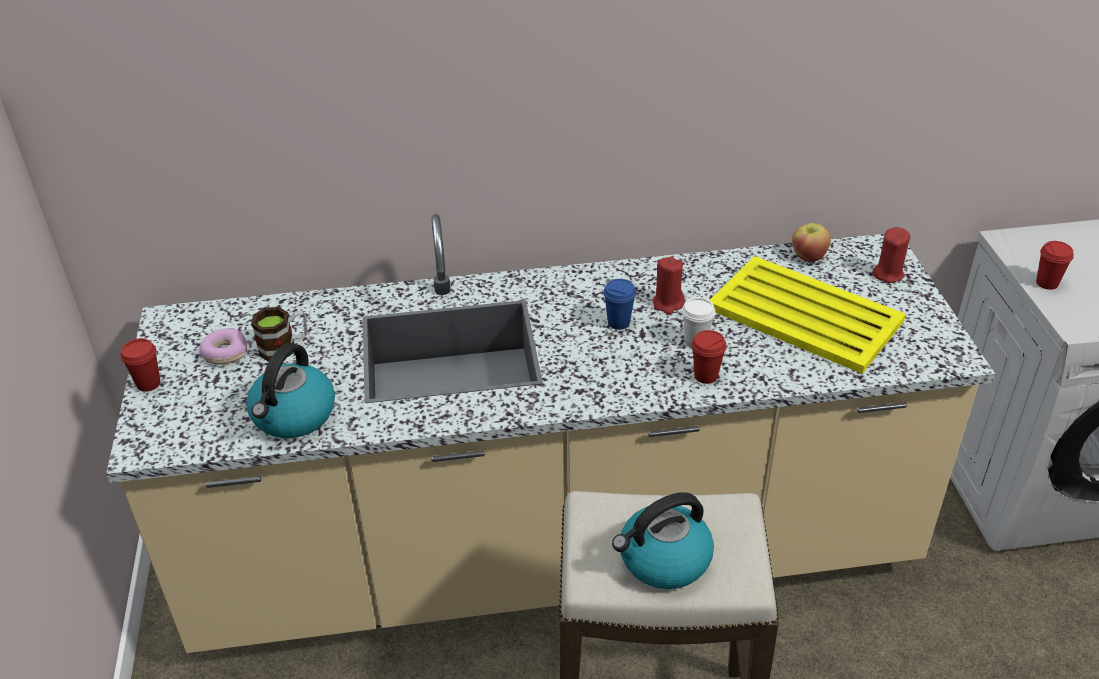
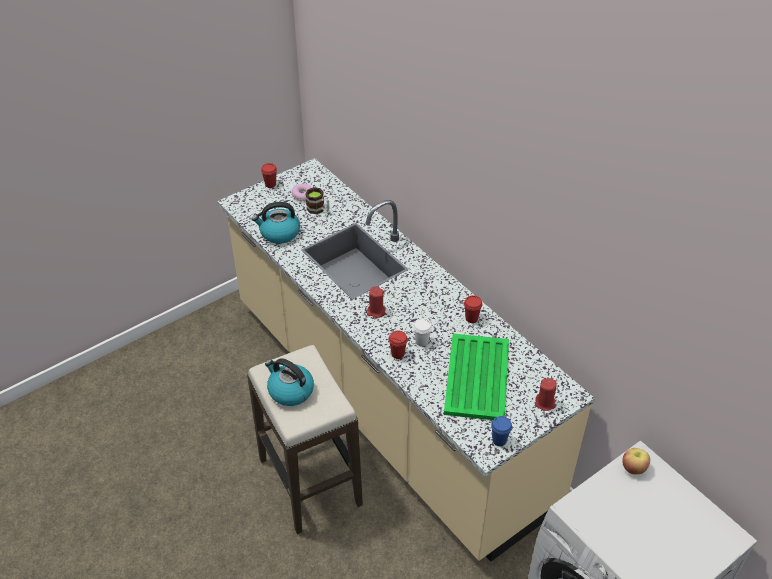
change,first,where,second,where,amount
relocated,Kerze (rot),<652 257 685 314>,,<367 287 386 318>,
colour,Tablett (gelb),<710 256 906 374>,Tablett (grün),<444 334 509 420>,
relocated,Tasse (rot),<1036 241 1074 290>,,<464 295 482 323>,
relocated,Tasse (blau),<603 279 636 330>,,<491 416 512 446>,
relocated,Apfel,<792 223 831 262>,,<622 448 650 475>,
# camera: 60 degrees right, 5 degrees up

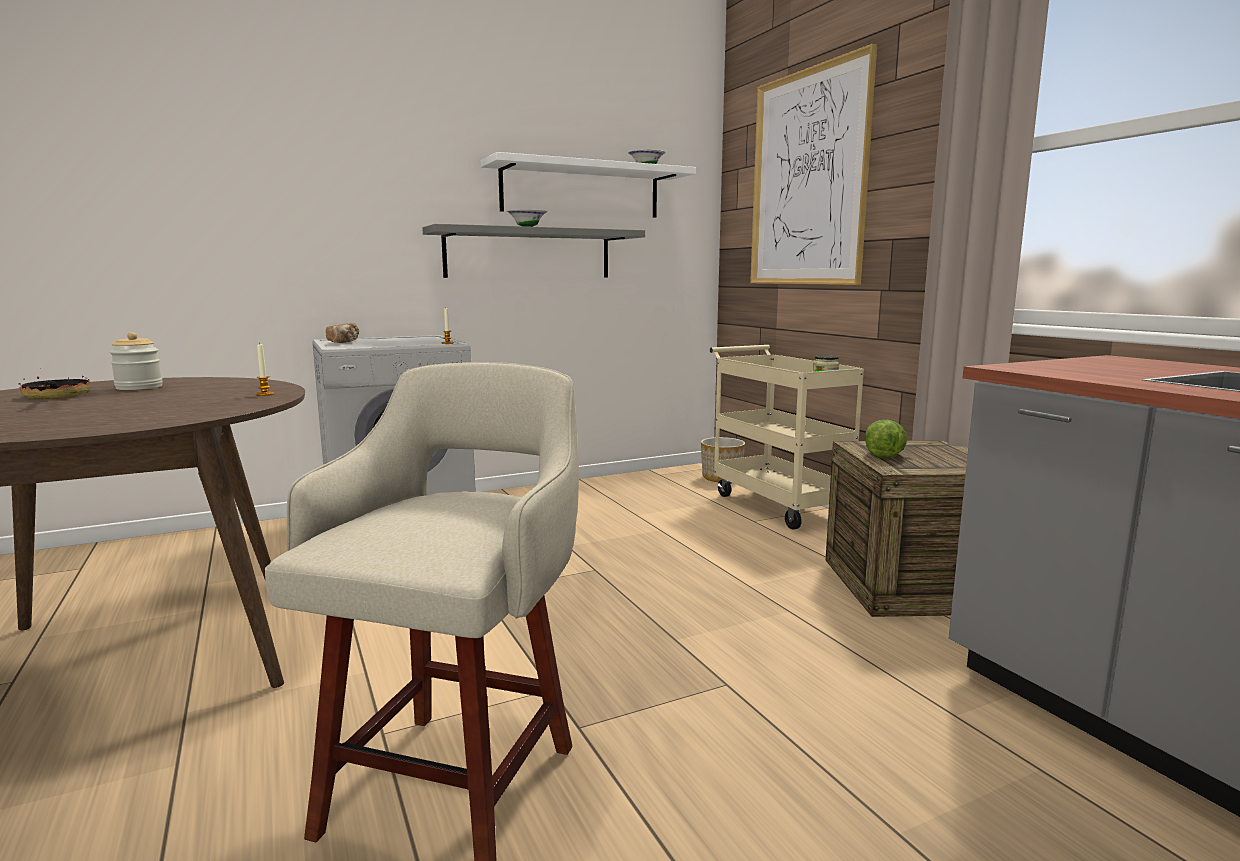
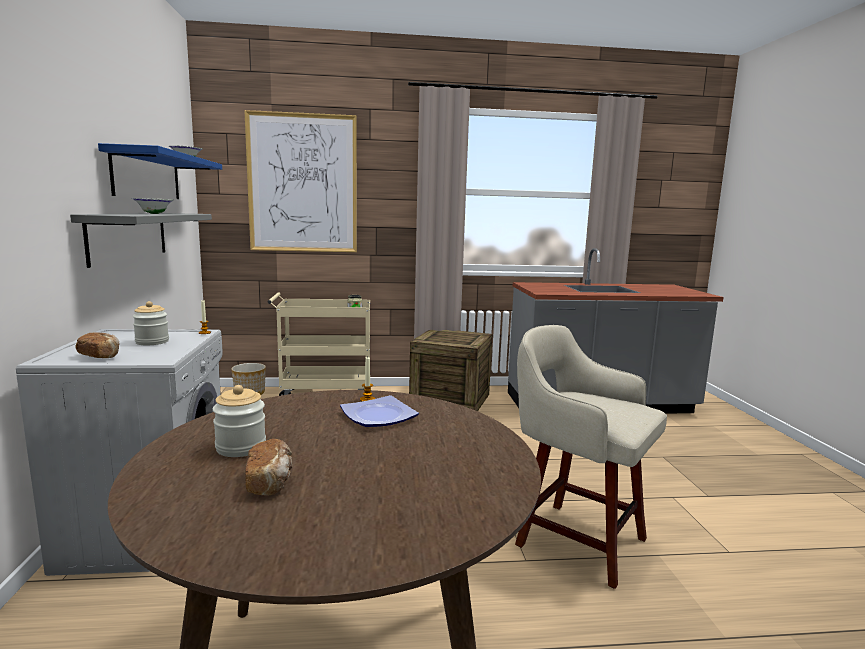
change,first,where,second,where,amount
colour,Wandregal (weiß),<481 152 696 218>,Wandregal (blau),<98 143 222 199>,
appeared,,,Vorratsglas,<133 301 169 345>,
exchanged,Pfanne,<19 368 90 399>,Brot,<245 439 293 496>,
appeared,,,Teller,<340 395 419 427>,
missing,Salatkopf,<865 420 907 458>,,,
# camera: 70 degrees left, 0 degrees up

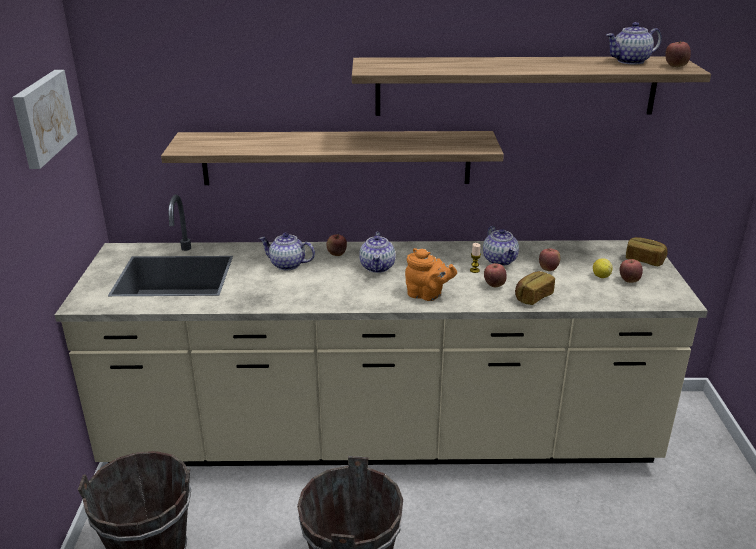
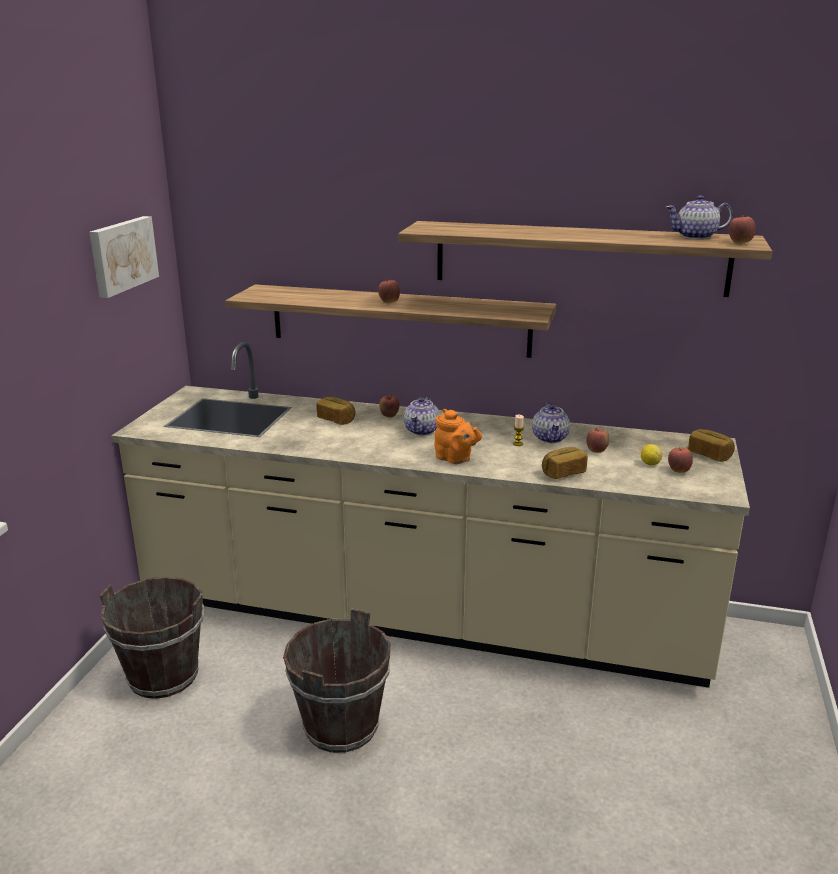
change,first,where,second,where,amount
exchanged,Teekanne,<259 233 315 270>,Brot,<316 397 356 425>,
relocated,Apfel,<484 263 507 287>,,<378 279 400 303>,
# camera: 15 degrees right, 5 degrees down

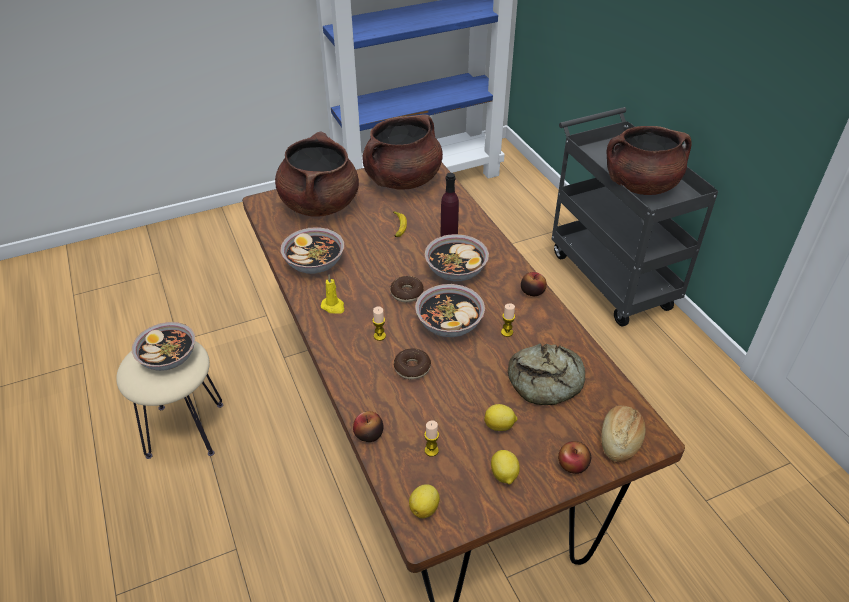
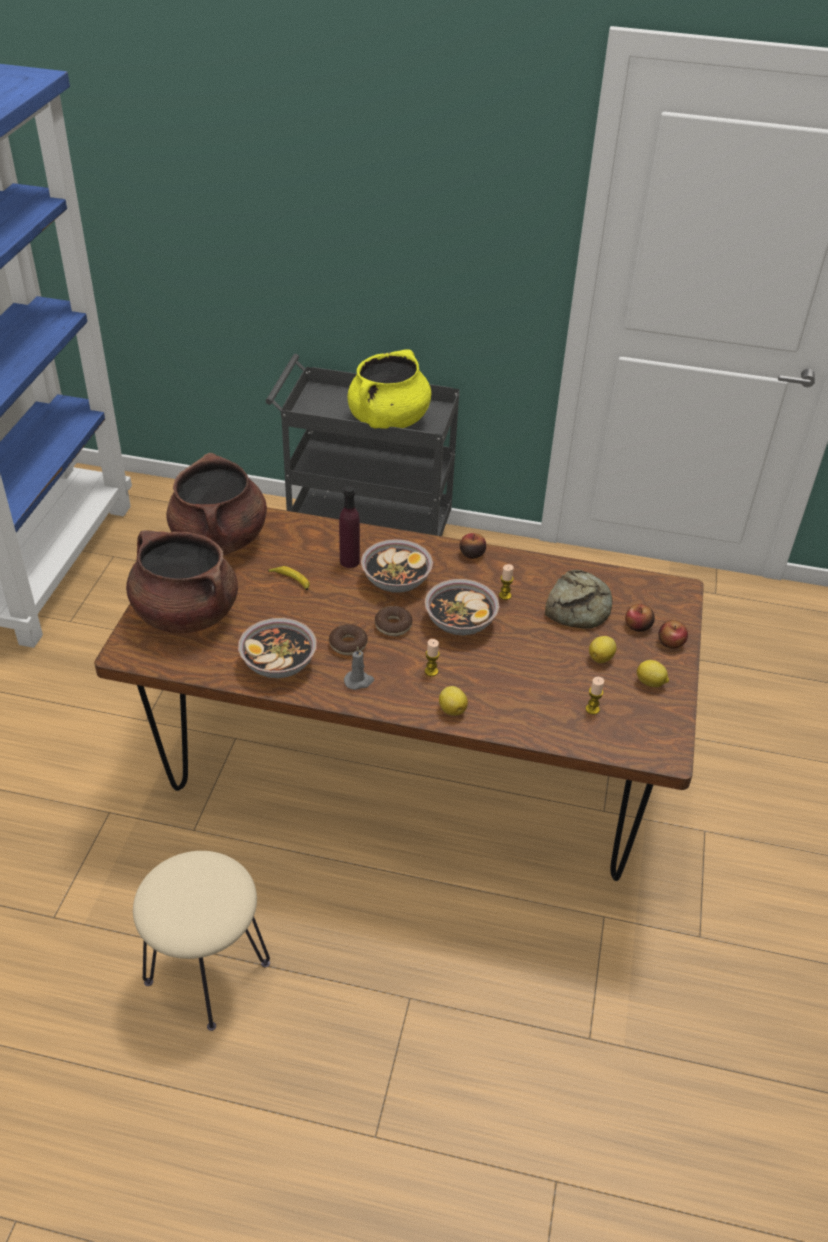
change,first,where,second,where,amount
relocated,Donut,<394 348 431 379>,,<329 624 368 655>,
colour,Kerze (gelb),<321 275 344 314>,Kerze (grau),<344 646 374 690>,
colour,Kochtopf (braun),<606 126 692 195>,Kochtopf (gelb),<348 349 431 429>,
relocated,Zitrone,<409 484 440 518>,,<439 686 468 716>,
relocated,Apfel,<353 411 383 442>,,<625 604 655 632>,
missing,Schüssel,<132 322 195 371>,,,
missing,Brot,<601 405 646 462>,,,
# camera: 55 degrees left, 0 degrees up

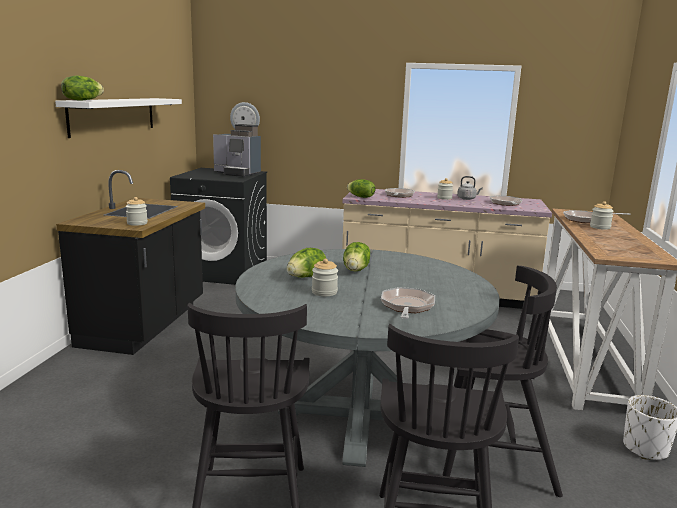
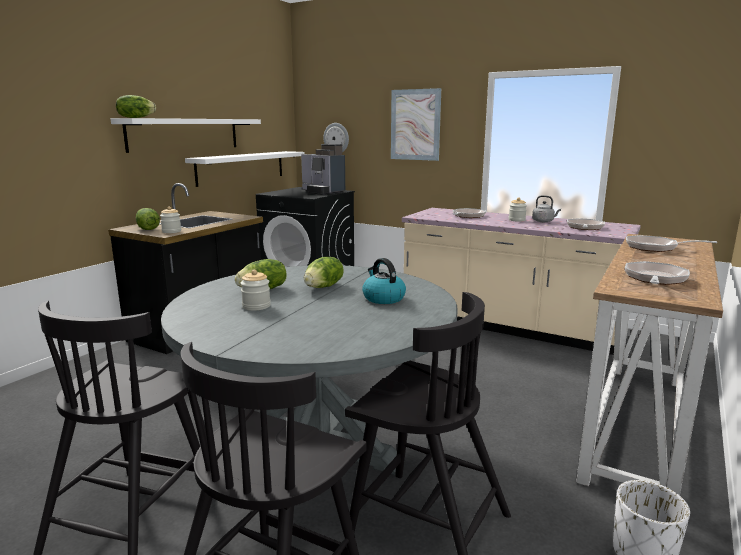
change,first,where,second,where,amount
relocated,Salatkopf,<347 179 375 198>,,<136 208 160 230>,
appeared,,,Wandregal (weiß),<185 151 304 187>,
appeared,,,Wasserkessel,<362 258 406 304>,
appeared,,,Bild,<391 88 441 161>,
relocated,Pfanne,<381 287 435 319>,,<625 261 690 285>,
missing,Vorratsglas,<590 201 614 230>,,,
# camera: 20 degrees right, 0 degrees up

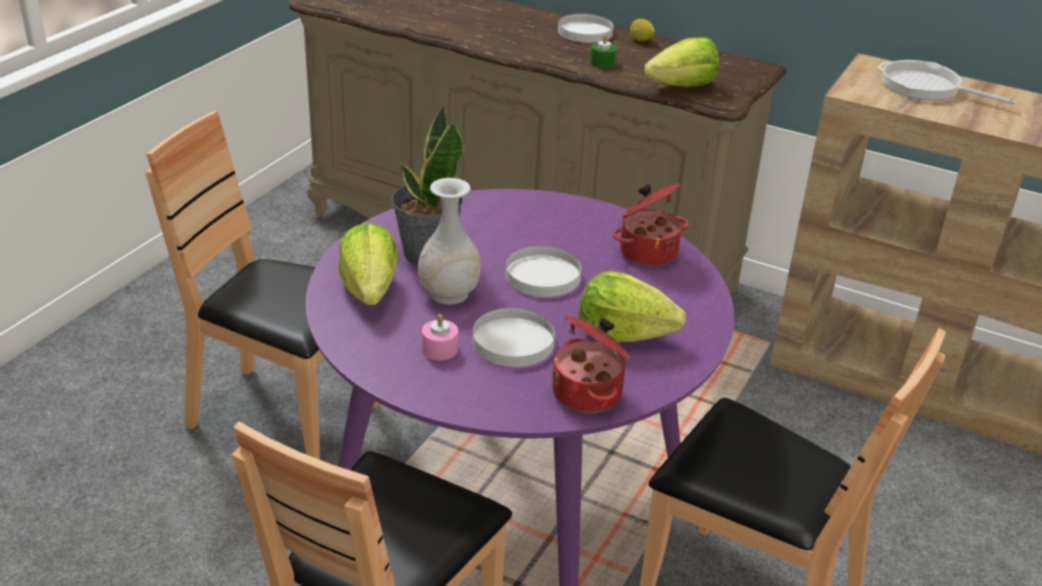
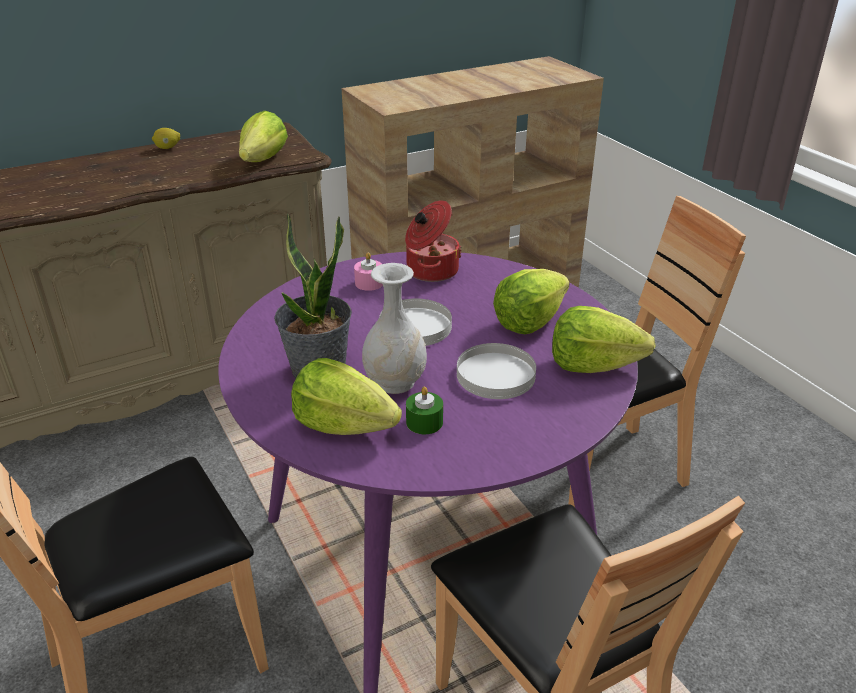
change,first,where,second,where,amount
relocated,Kerze (rosa),<422 314 458 360>,,<354 252 383 291>,
relocated,Kerze (grün),<590 34 617 68>,,<406 387 443 434>,
exchanged,Kochtopf,<552 315 631 413>,Salatkopf,<552 306 655 373>,
missing,Teller (weiß),<558 14 613 43>,,,
missing,Pfanne,<877 60 1016 105>,,,
# camera: 55 degrees left, 0 degrees up

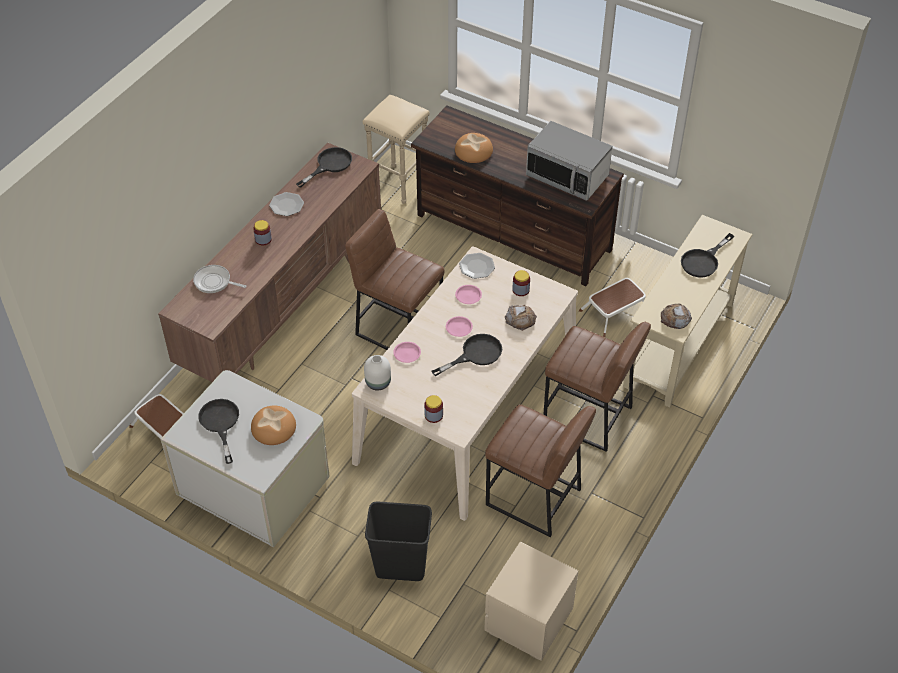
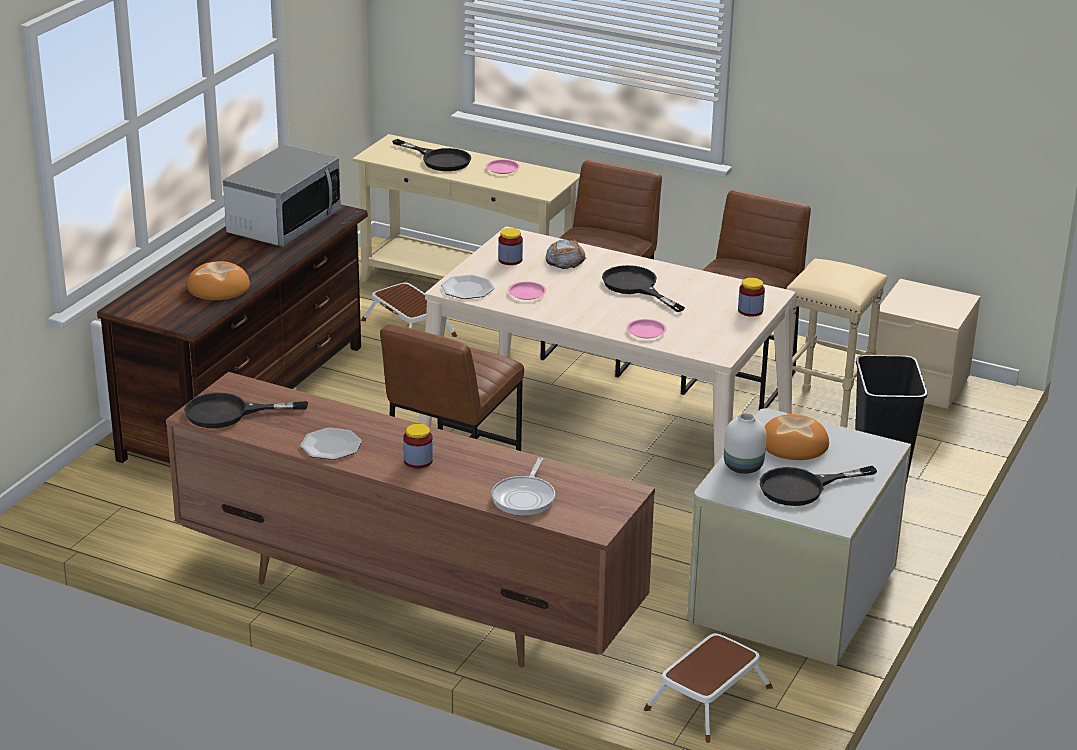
change,first,where,second,where,amount
spun,Pfanne (schwarz),<296 147 352 188>,,<184 393 308 428>,45 degrees counterclockwise
relocated,Teller (rosa),<446 316 473 337>,,<486 160 520 174>,
relocated,Vase (weiß),<364 355 391 391>,,<724 413 767 474>,
relocated,Hocker (beige),<363 95 430 204>,,<786 259 887 428>,
missing,Brot,<661 304 692 329>,,,
# camera: 95 degrees left, 20 degrees down

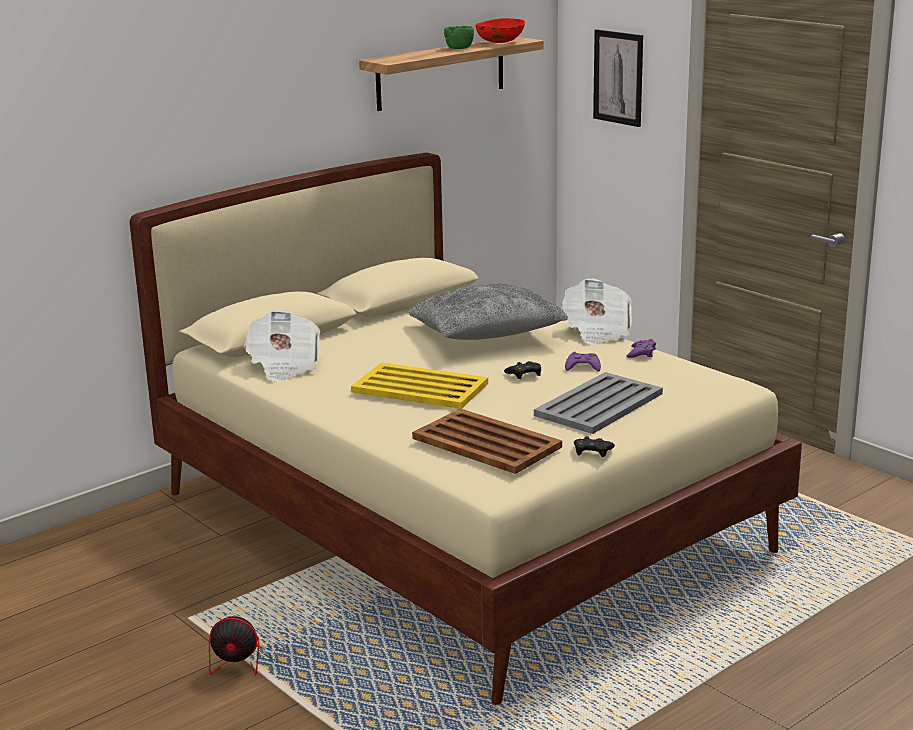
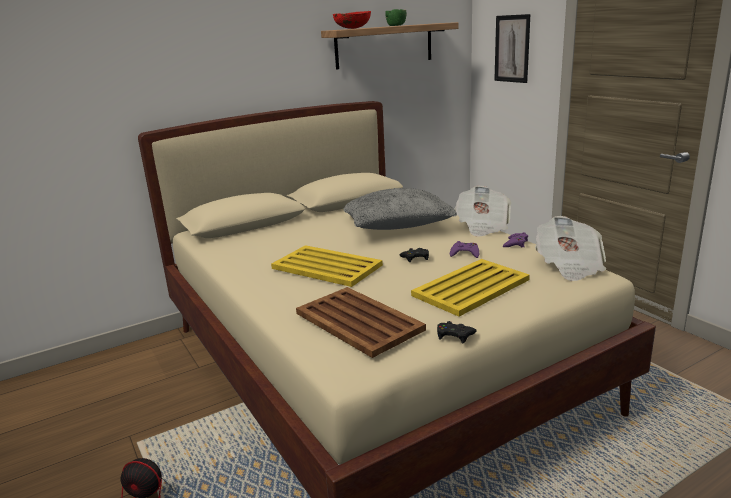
change,first,where,second,where,amount
relocated,Schüssel (rot),<475 18 525 43>,,<333 11 371 29>,
colour,Tablett (grau),<534 372 663 434>,Tablett (gelb),<411 259 530 317>,
relocated,Zeitung,<244 310 320 382>,,<535 216 606 281>,
# camera: 10 degrees right, 0 degrees up

